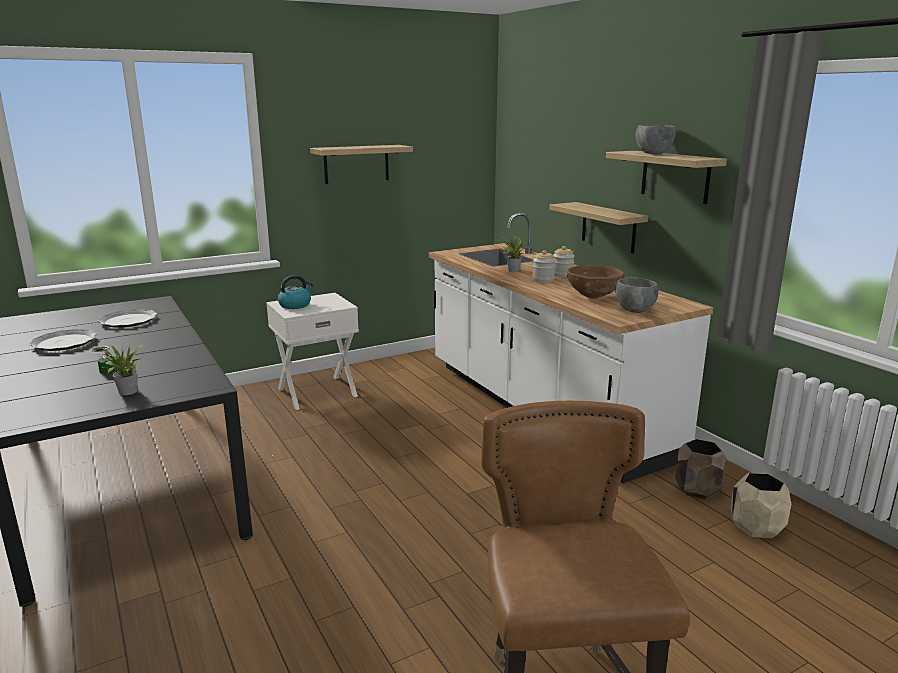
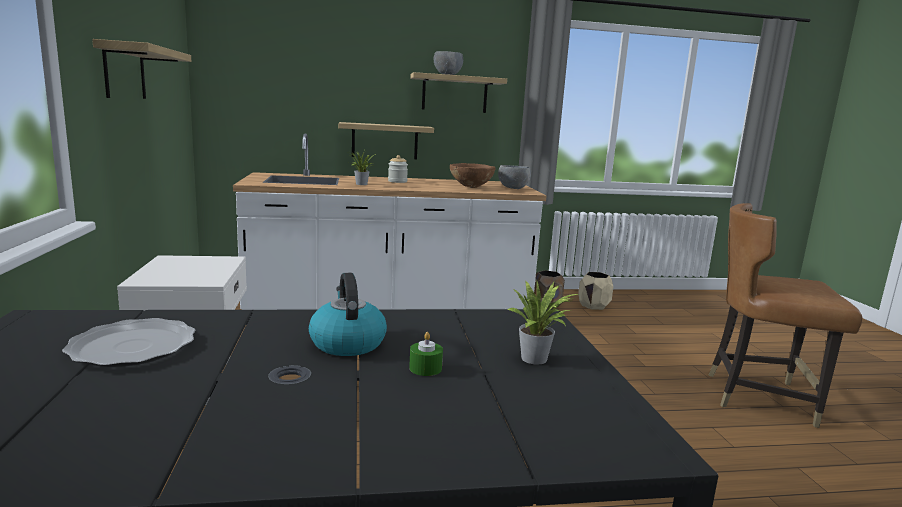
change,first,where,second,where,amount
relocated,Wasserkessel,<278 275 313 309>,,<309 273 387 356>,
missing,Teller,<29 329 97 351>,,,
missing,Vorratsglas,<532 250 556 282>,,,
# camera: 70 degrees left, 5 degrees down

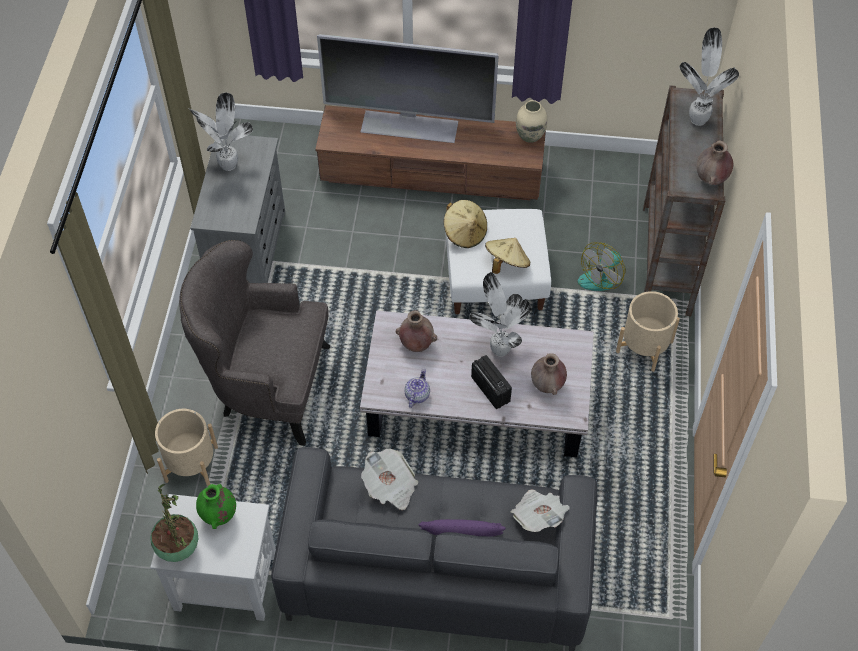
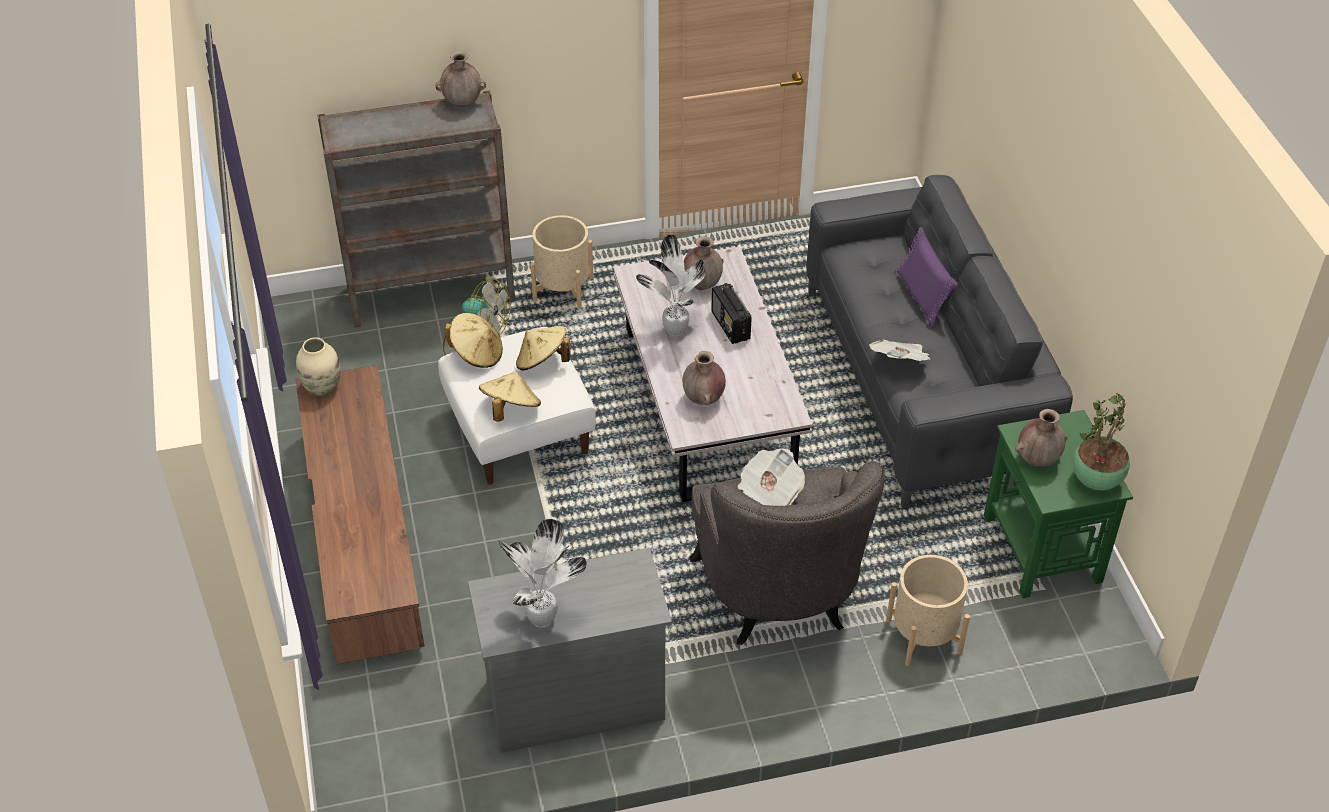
change,first,where,second,where,amount
appeared,,,Hut (beige),<445 313 503 368>,
spun,Radio,<471 355 512 409>,,<711 283 752 344>,60 degrees counterclockwise
relocated,Zeitung,<510 489 570 532>,,<738 449 805 506>,
colour,Beistelltisch (weiß),<150 494 276 621>,Beistelltisch (grün),<984 410 1133 598>,
colour,Vase (grün),<196 484 236 529>,Vase (braun),<1015 409 1068 467>,
missing,Fernseher,<317 34 499 143>,,,
missing,Teekanne,<404 369 430 408>,,,
missing,Topfpflanze,<680 28 739 126>,,,
# camera: 110 degrees left, 10 degrees down

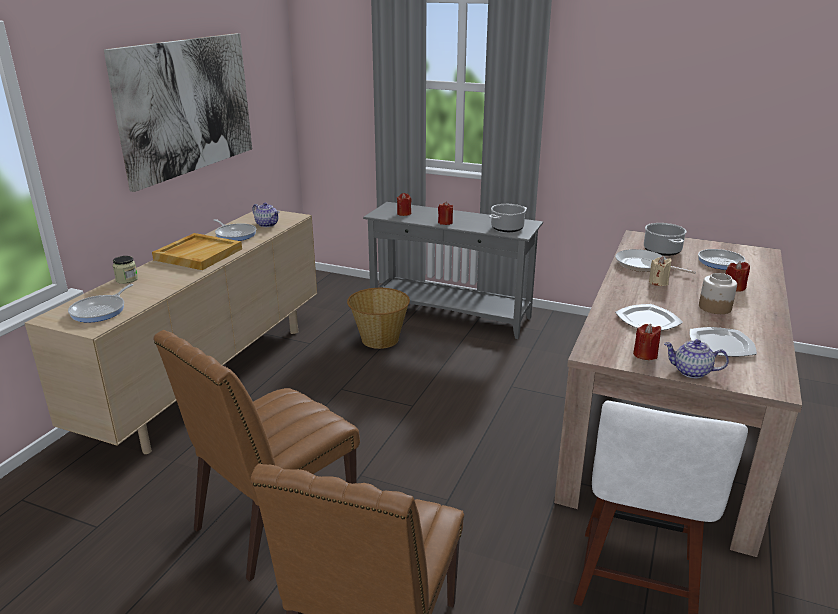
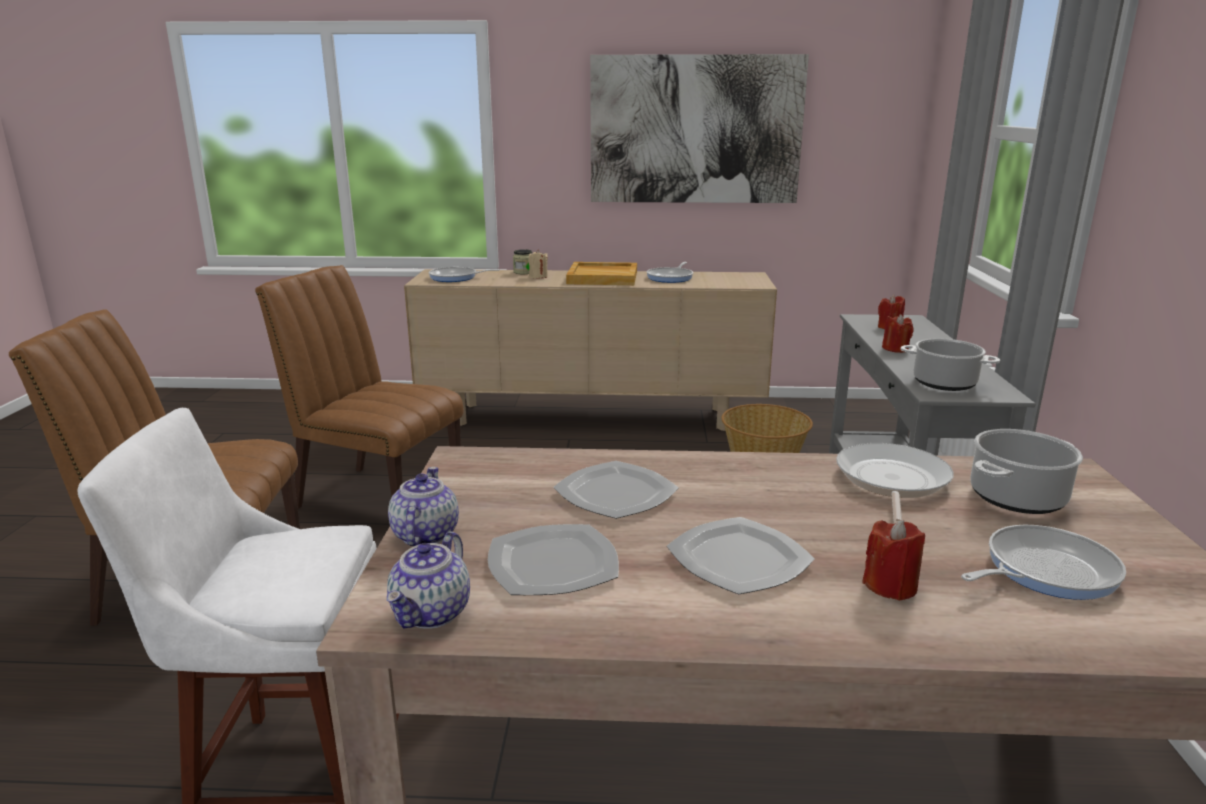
change,first,where,second,where,amount
relocated,Teekanne,<252 202 279 227>,,<387 531 470 629>,
relocated,Kerze (beige),<649 256 672 286>,,<528 249 548 279>,
exchanged,Vorratsglas,<699 273 737 314>,Teller,<667 517 815 594>,
missing,Kerze (rot),<633 324 661 360>,,,
# camera: 70 degrees right, 5 degrees down

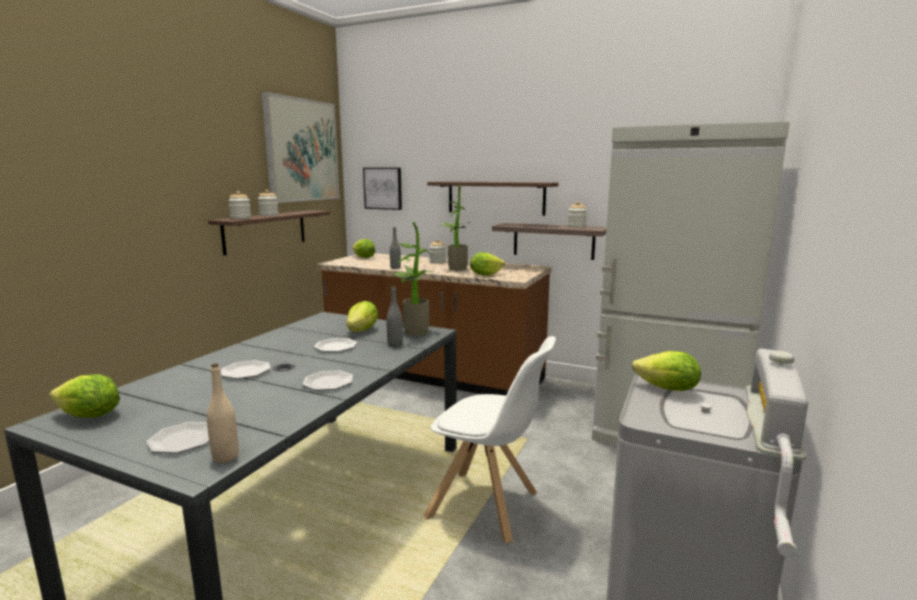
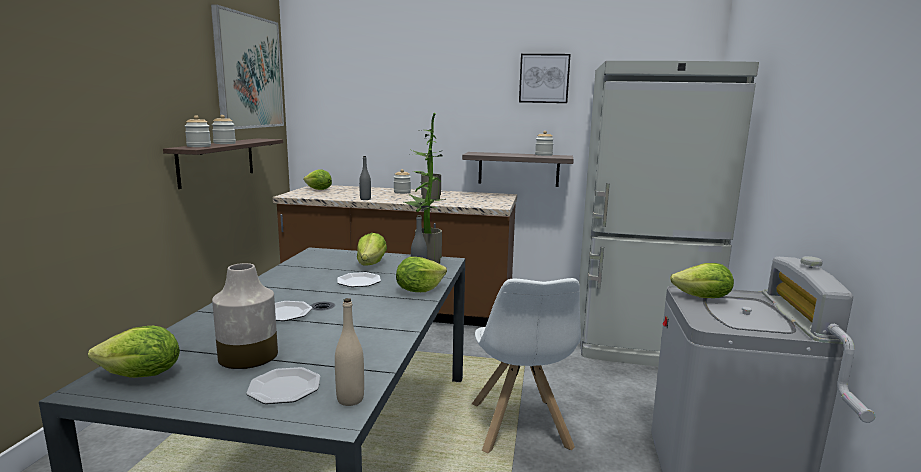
change,first,where,second,where,amount
appeared,,,Vase (beige),<212 263 278 369>,
relocated,Salatkopf,<470 252 505 276>,,<396 257 447 292>,
spun,Stuhl (weiß),<424 336 556 544>,,<472 278 581 453>,75 degrees clockwise
relocated,Bild,<363 168 402 210>,,<519 54 571 103>,
missing,Teller,<302 370 353 391>,,,
missing,Wandregal,<427 181 559 216>,,,
# camera: 15 degrees left, 0 degrees up

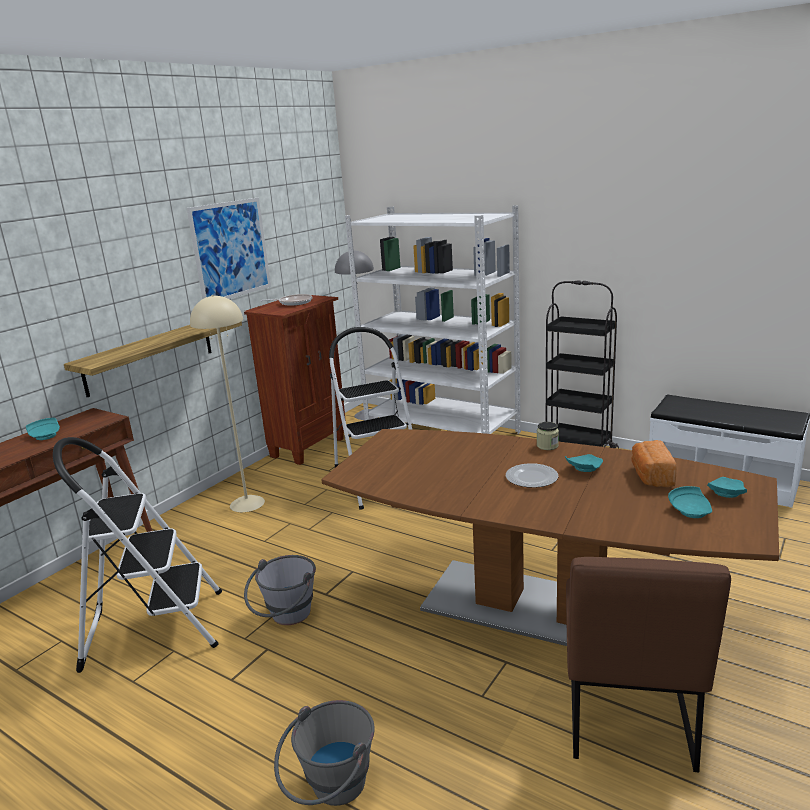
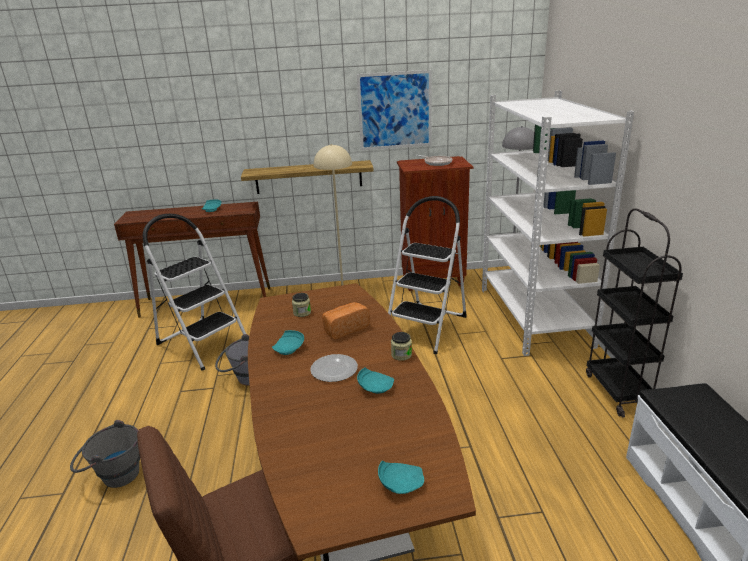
change,first,where,second,where,amount
relocated,Teller (türkis),<668 486 712 518>,,<272 330 304 355>,
appeared,,,Vorratsglas,<292 293 311 317>,
relocated,Brot,<631 440 677 487>,,<322 302 370 339>,
# camera: 50 degrees right, 5 degrees up

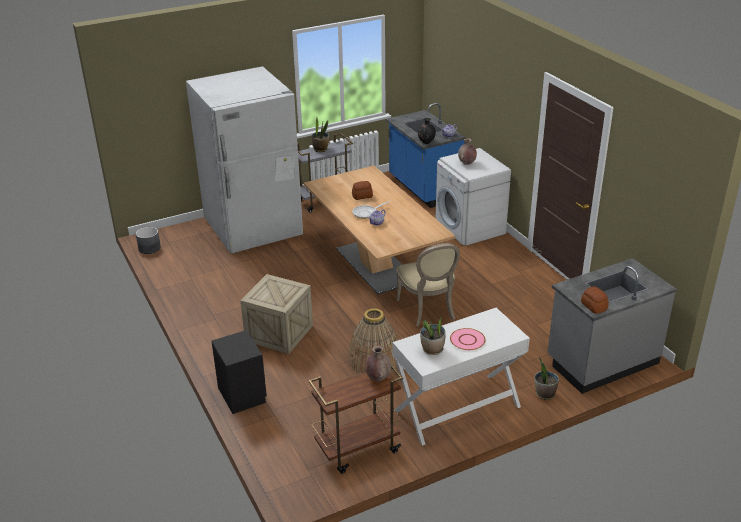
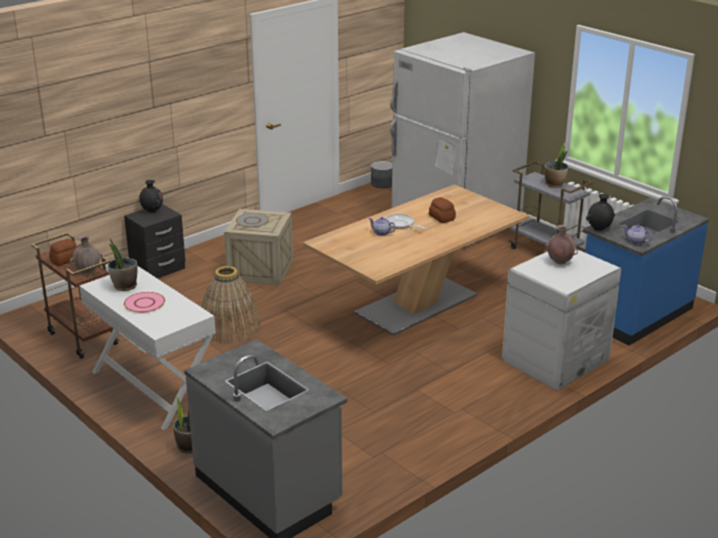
change,first,where,second,where,amount
relocated,Brot,<581 287 609 314>,,<49 239 77 266>,
appeared,,,Vase (schwarz),<139 180 163 213>,
appeared,,,Teller (grau),<236 213 269 228>,
missing,Stuhl (beige),<396 243 460 326>,,,
# camera: 75 degrees right, 5 degrees down

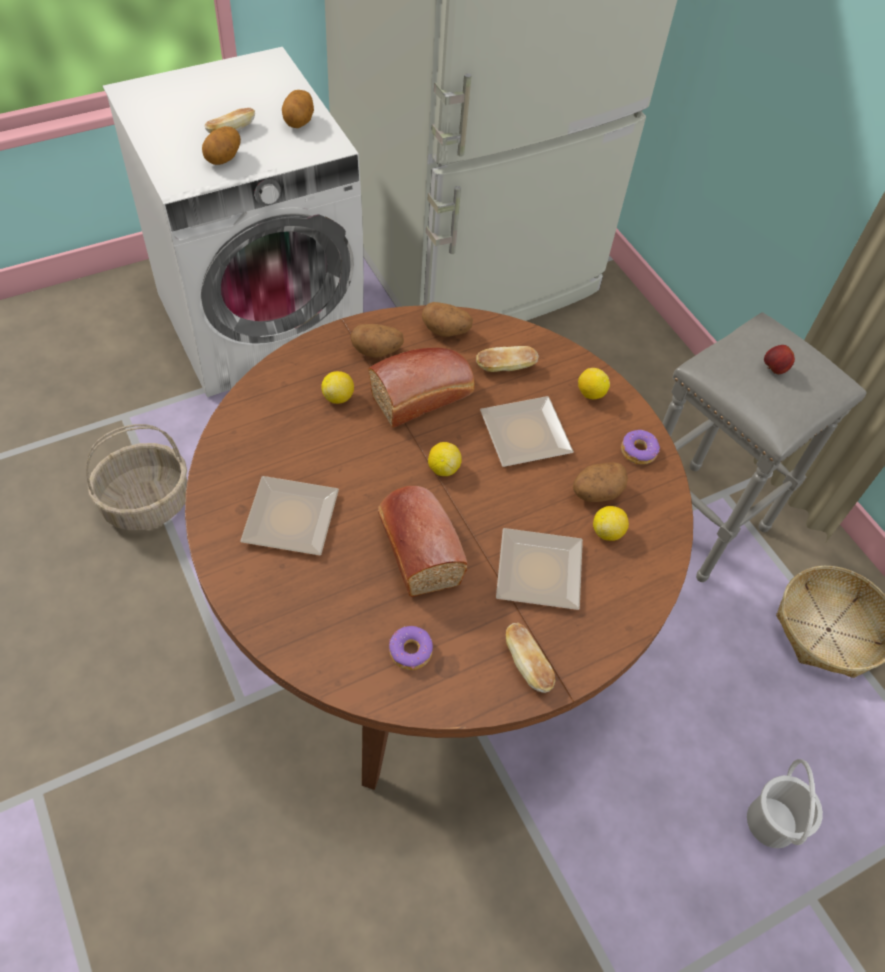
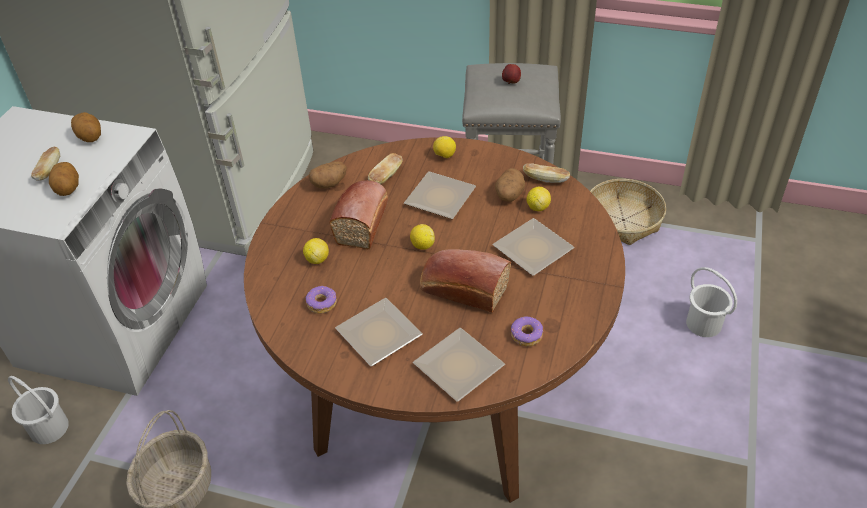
change,first,where,second,where,amount
appeared,,,Eimer (weiß),<8 376 69 444>,
relocated,Donut,<621 430 660 464>,,<306 286 337 314>,
appeared,,,Teller,<413 328 505 402>,
relocated,Brot,<506 623 555 693>,,<523 163 570 183>,
missing,Kartoffel,<350 324 404 358>,,,
# camera: 40 degrees left, 10 degrees down

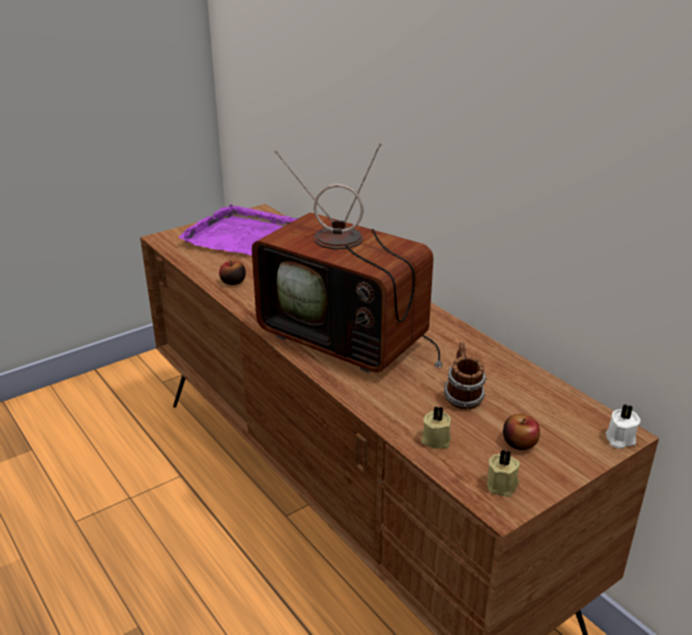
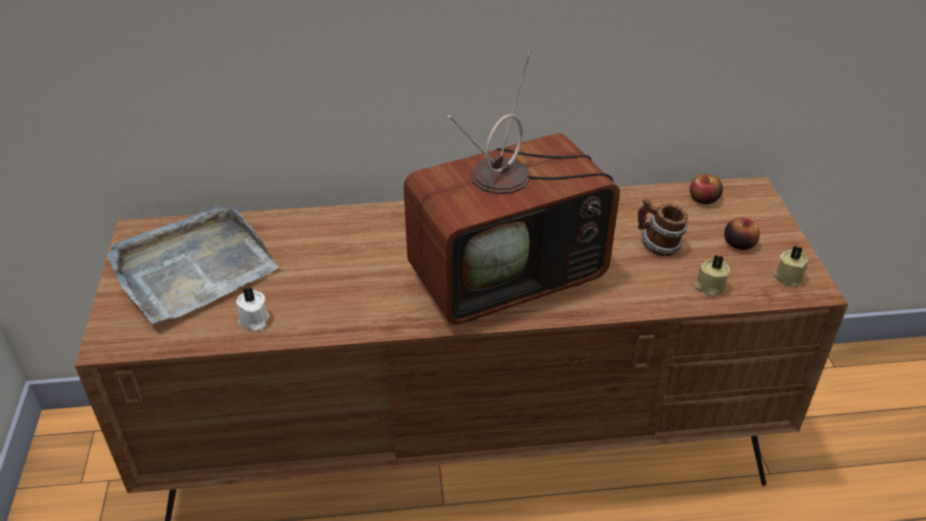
change,first,where,second,where,amount
colour,Tablett (lila),<179 204 298 256>,Tablett (grau),<107 206 279 323>,
relocated,Kerze (weiß),<606 405 641 449>,,<236 287 270 332>,
relocated,Apfel,<219 260 246 285>,,<690 174 723 204>,
# camera: 60 degrees left, 10 degrees up

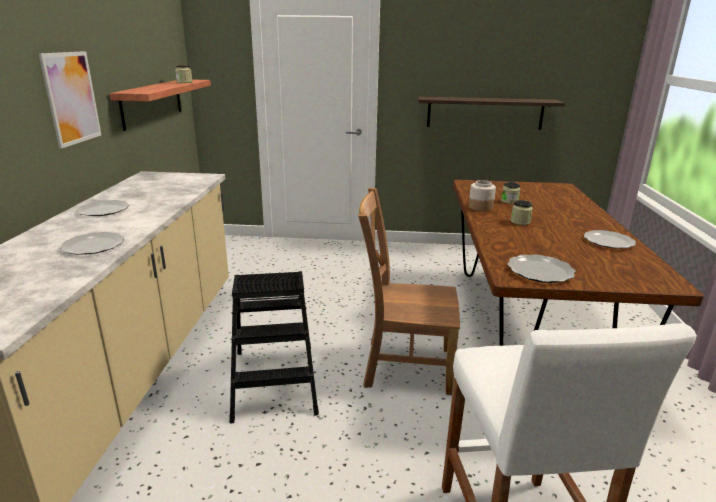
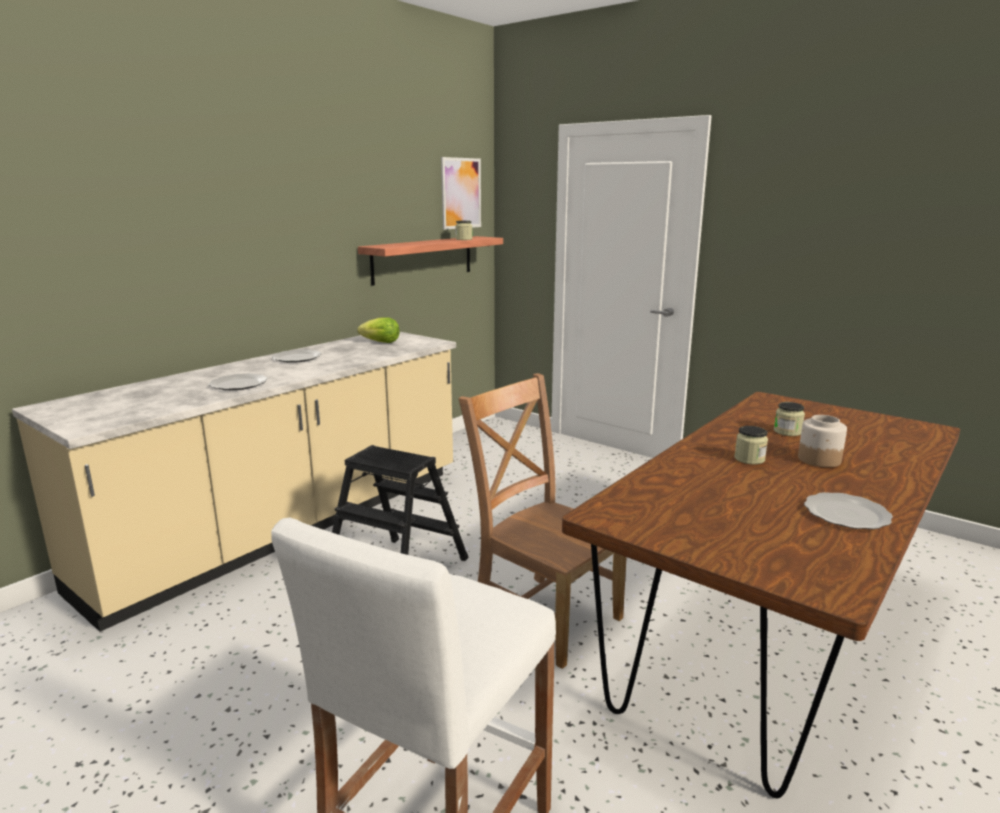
change,first,where,second,where,amount
appeared,,,Salatkopf,<357 317 400 343>,
relocated,Bild,<39 51 101 148>,,<441 157 481 230>,
relocated,Vorratsglas,<469 180 496 212>,,<798 415 847 468>,
missing,Wandregal,<418 97 565 130>,,,
missing,Teller,<507 254 576 283>,,,
# camera: 35 degrees right, 5 degrees down

